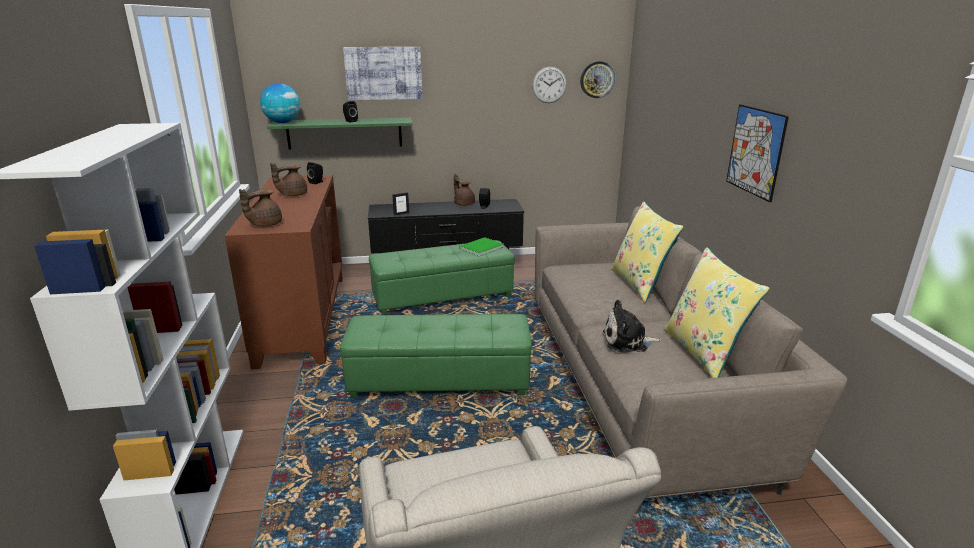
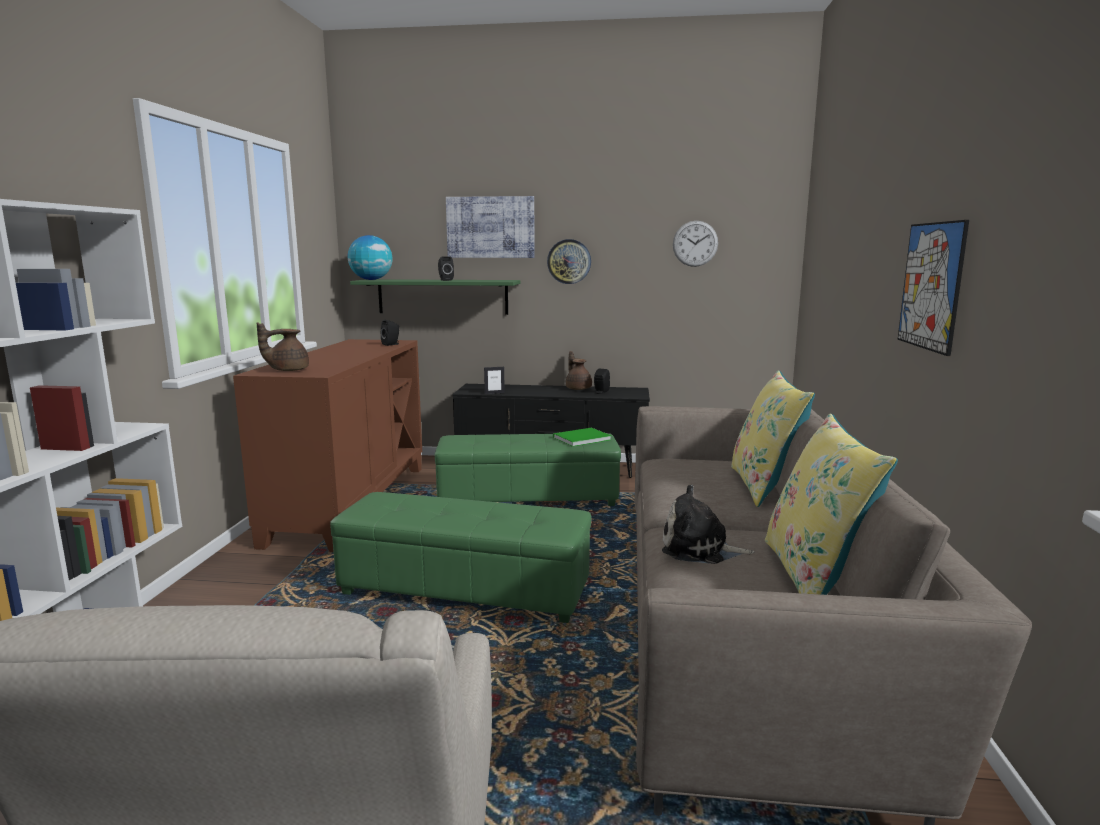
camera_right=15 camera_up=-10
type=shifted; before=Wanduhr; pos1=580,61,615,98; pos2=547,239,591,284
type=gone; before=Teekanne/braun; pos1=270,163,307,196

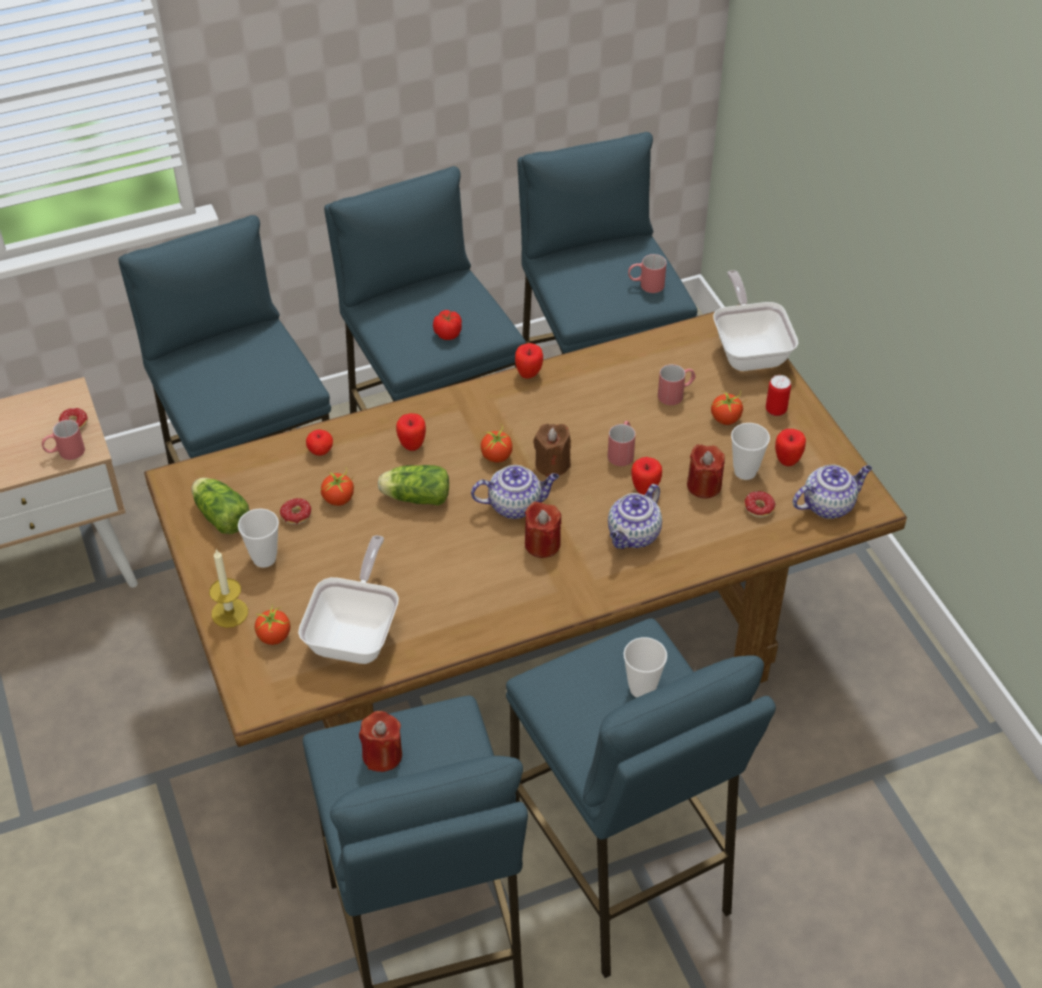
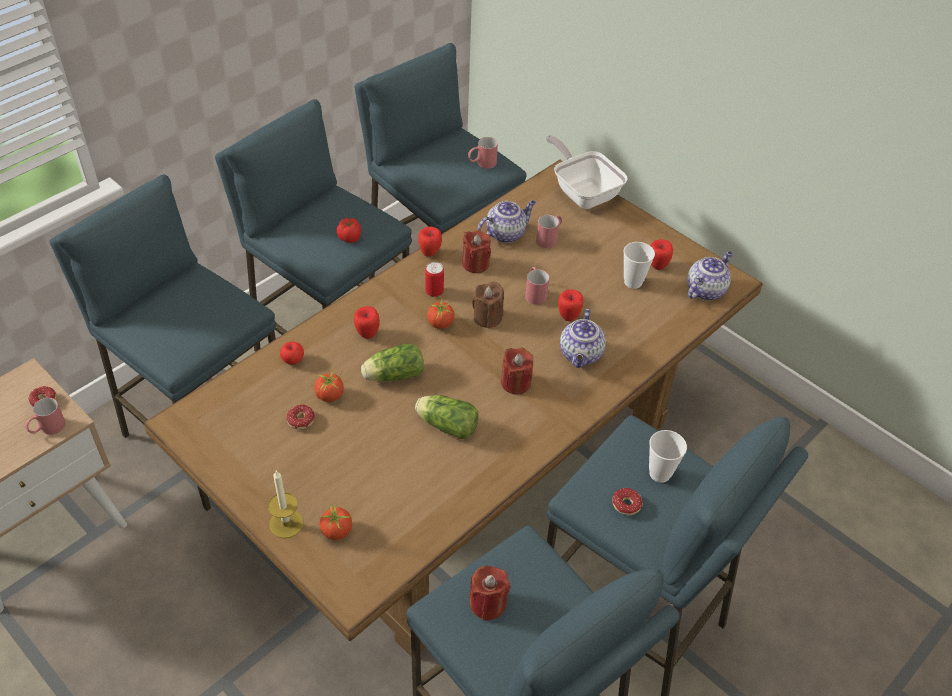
camera_right=-25 camera_up=0
type=shifted; before=Dose; pos1=766,375,791,416; pos2=425,262,444,297
type=gone; before=Tomate; pos1=711,390,746,425
type=shifted; before=Kerze/rot; pos1=687,444,725,499; pos2=462,230,491,273
type=shifted; before=Teekanne; pos1=471,465,559,519; pos2=477,201,536,243
type=shifted; before=Salatkopf; pos1=192,478,250,534; pos2=415,395,478,439
type=shifted; before=Donut; pos1=744,491,776,518; pos2=612,488,643,515
type=gone; before=Tasse; pos1=238,509,279,568
type=gone; before=Pfanne; pos1=298,535,399,664

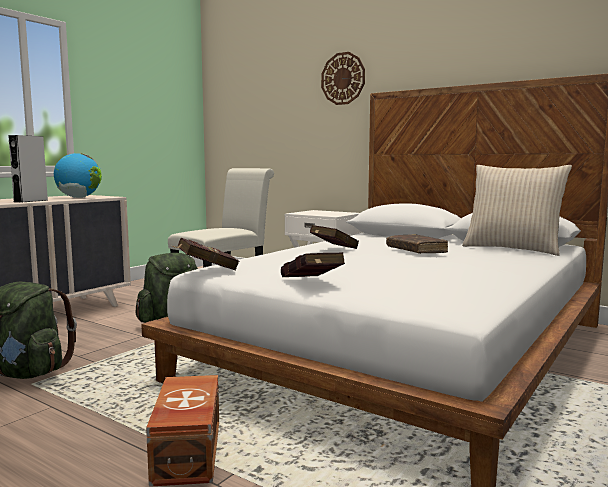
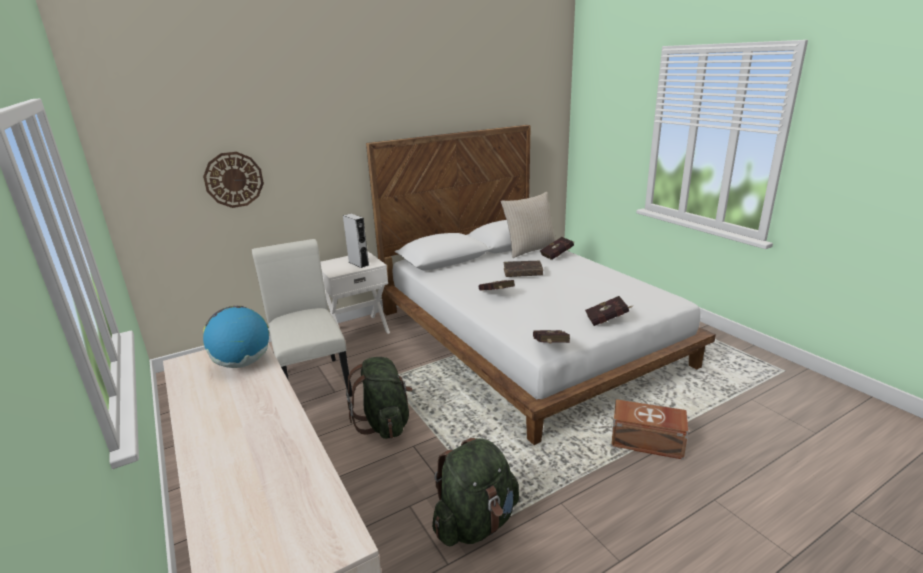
camera_right=-65 camera_up=15
type=shifted; before=Wanduhr; pos1=321,52,365,105; pos2=203,152,264,208
type=shifted; before=Lautsprecher/grau; pos1=8,135,48,202; pos2=343,214,369,268
type=new; after=Buch/rot; pos2=540,237,575,260

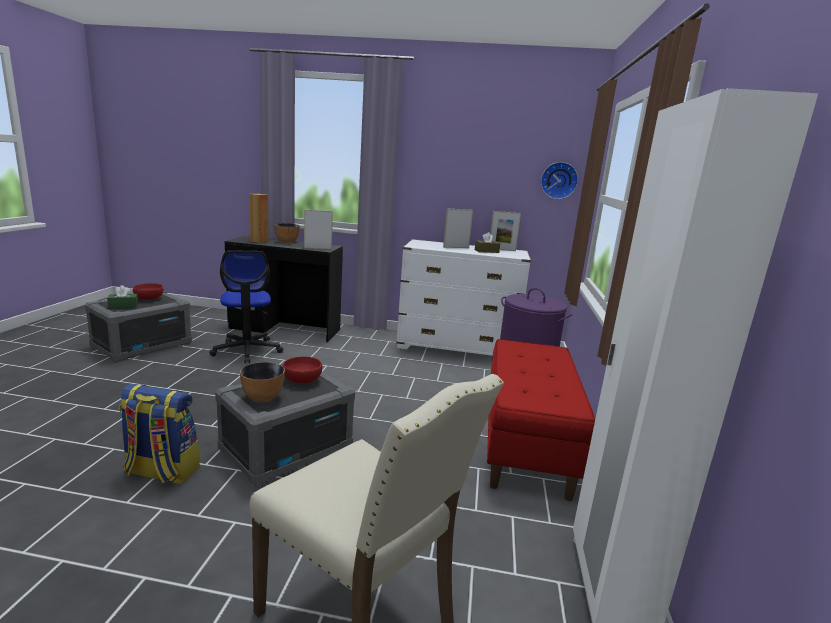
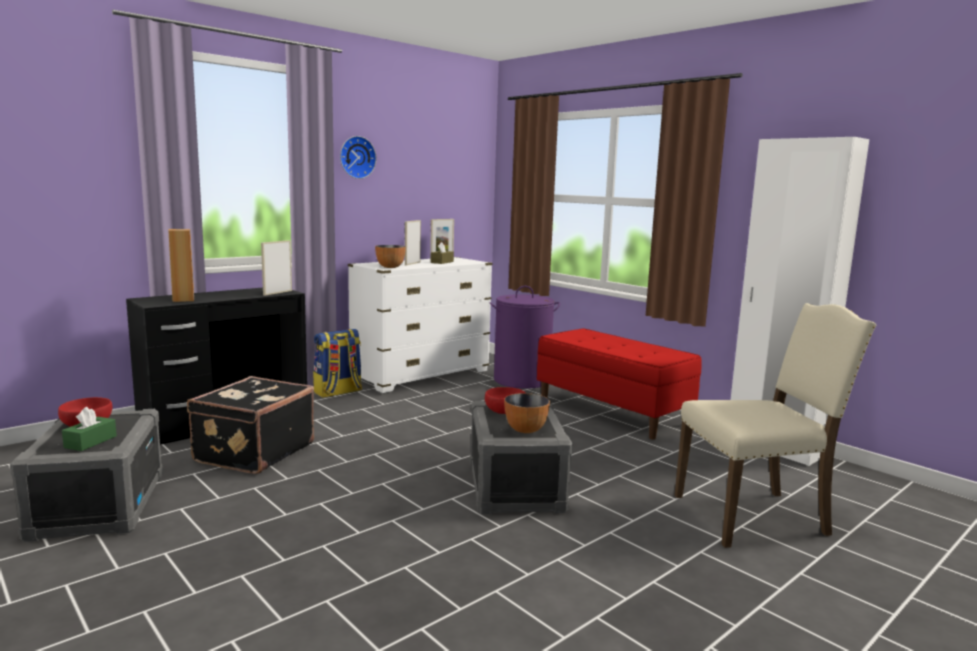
camera_right=-50 camera_up=-5
type=shifted; before=Wanduhr; pos1=541,162,578,199; pos2=340,136,377,179
type=shifted; before=Schüssel; pos1=275,223,300,243; pos2=375,245,406,268
type=swapped; before=Bürostuhl; after=Koffer/schwarz; pos1=209,250,283,363; pos2=187,376,314,474
type=shifted; before=Rucksack; pos1=119,384,199,485; pos2=313,329,362,398

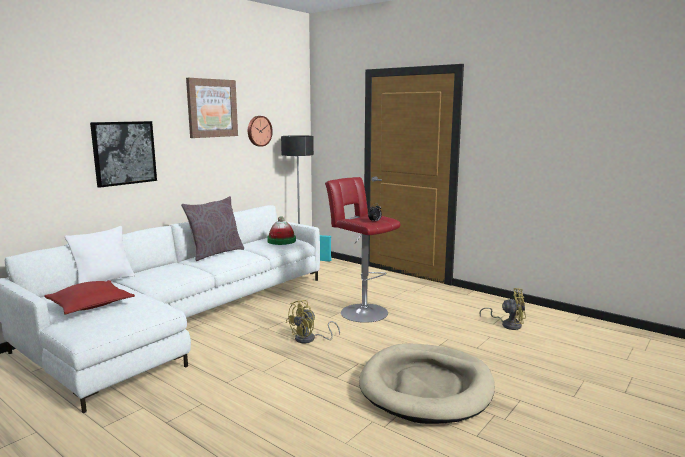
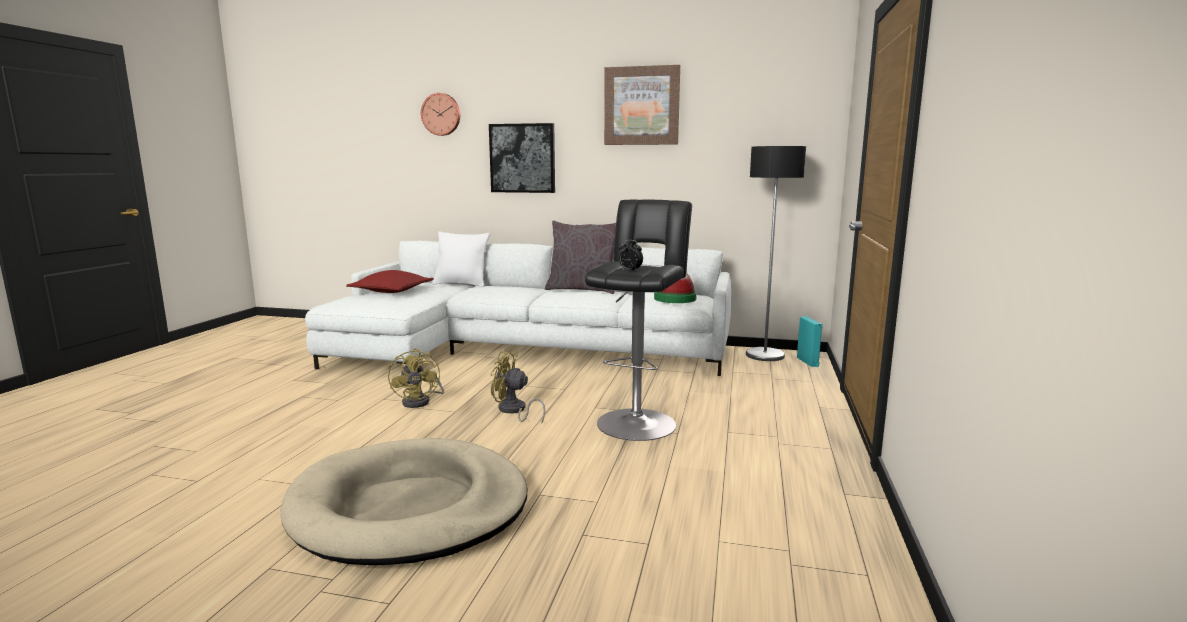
camera_right=65 camera_up=0
type=shifted; before=Wanduhr; pos1=248,116,273,147; pos2=421,93,460,136
type=repainted; before=Hocker/rot; after=Hocker/schwarz; pos1=325,177,400,323; pos2=585,200,692,441
type=shifted; before=Ventilator/gelb; pos1=479,288,526,330; pos2=388,349,444,408

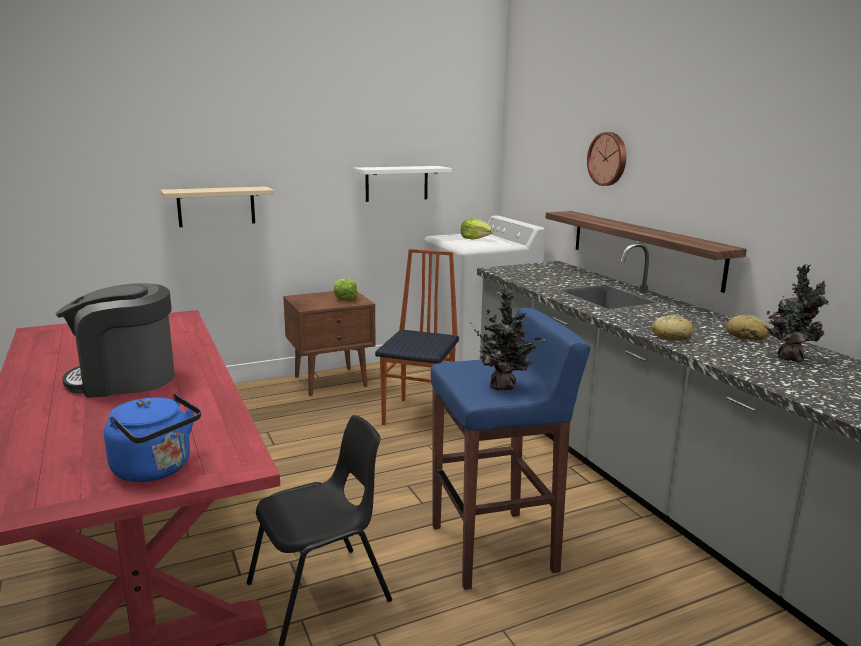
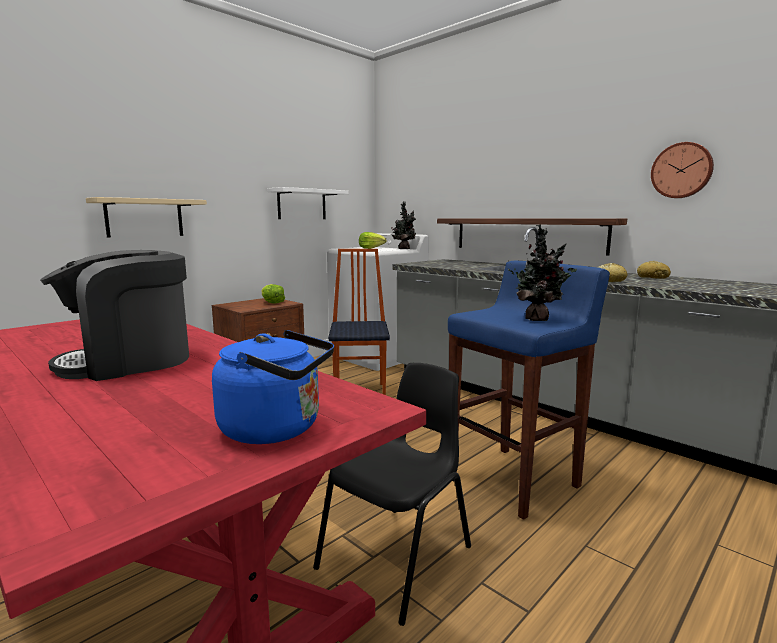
camera_right=-20 camera_up=-5
type=shifted; before=Wanduhr; pos1=587,132,626,186; pos2=651,142,714,198
type=shifted; before=Topfpflanze; pos1=764,264,829,362; pos2=391,201,416,249

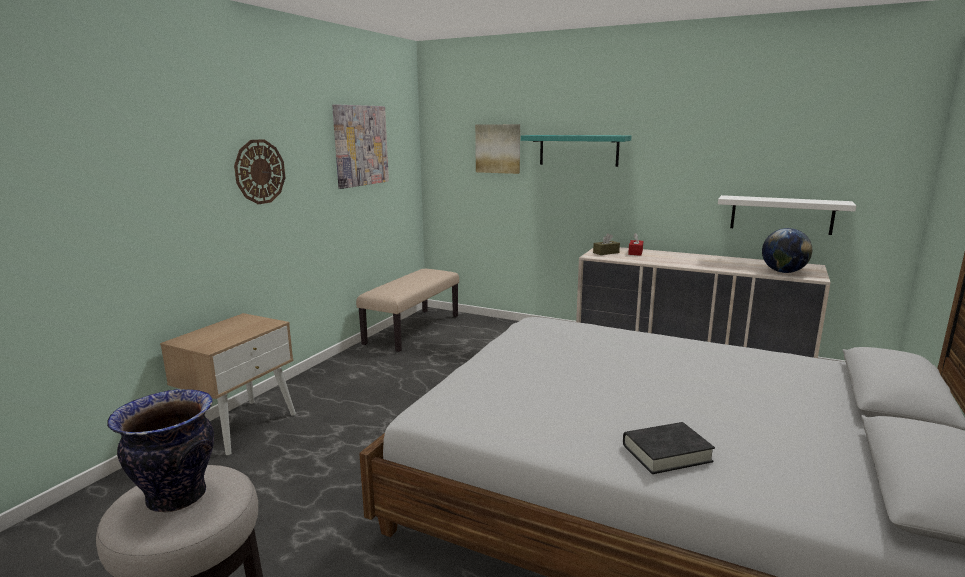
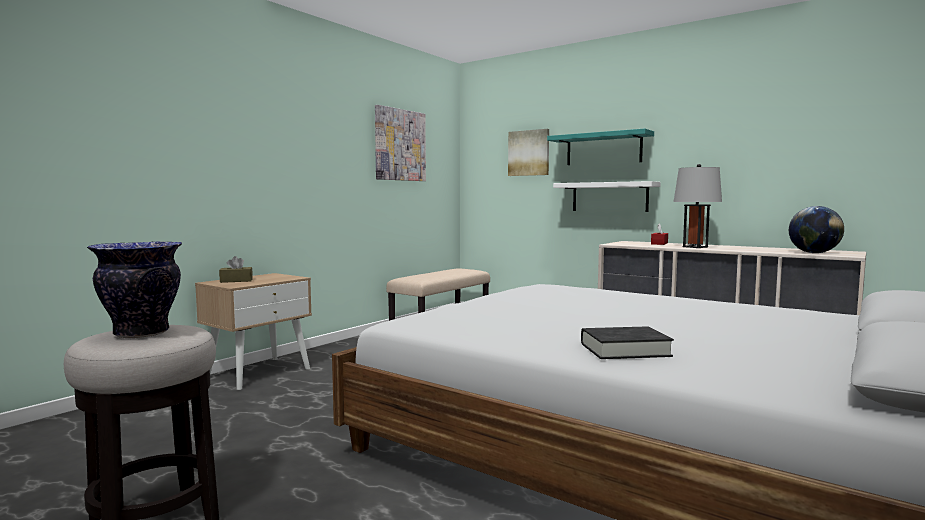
camera_right=10 camera_up=-10
type=gone; before=Wanduhr; pos1=234,139,285,204
type=shifted; before=Wandregal/weiß; pos1=718,195,856,235; pos2=553,181,661,212
type=shifted; before=Taschentuchbox/braun; pos1=593,233,620,255; pos2=219,256,253,283
type=new; after=Tischlampe/grau; pos2=674,164,722,248

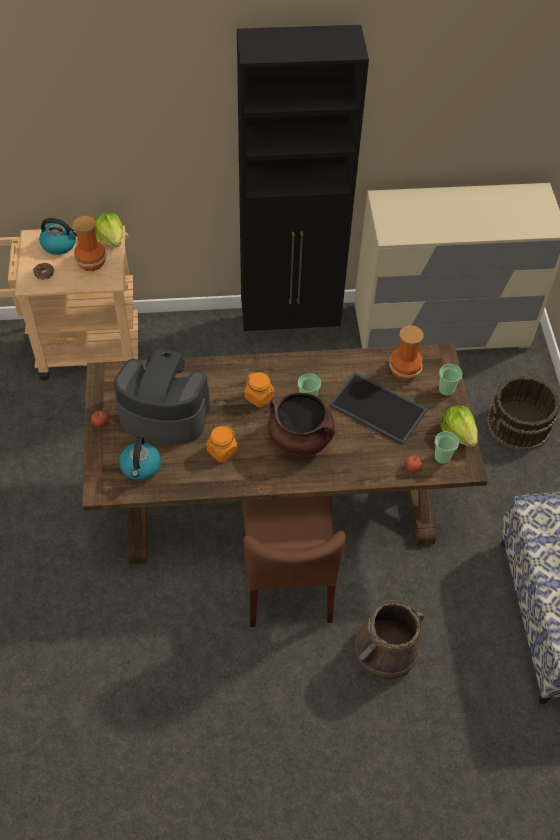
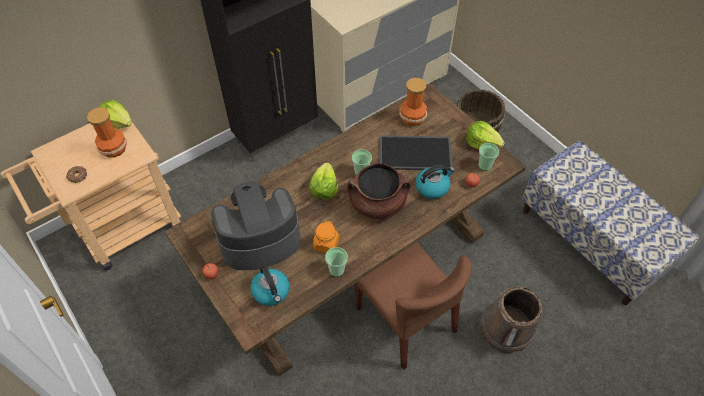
camera_right=-30 camera_up=0
type=shifted; before=Wasserkessel; pos1=39,218,77,255; pos2=415,165,455,199
type=shifted; before=Tasse; pos1=439,364,462,396; pos2=325,247,348,277
type=swapped; before=Vorratsglas/orange; after=Salatkopf; pos1=245,372,274,407; pos2=309,162,338,199

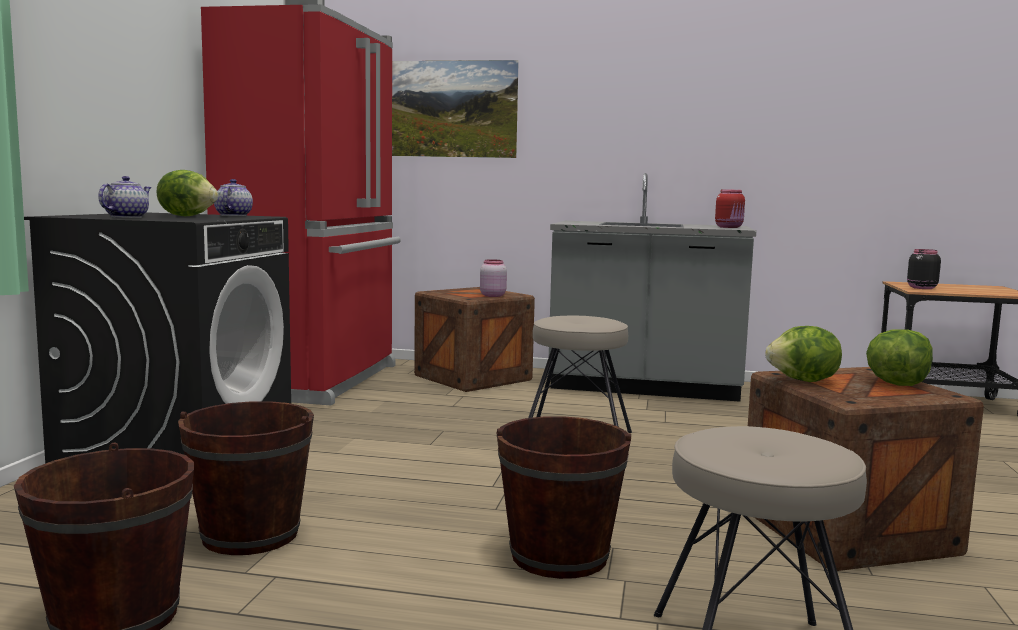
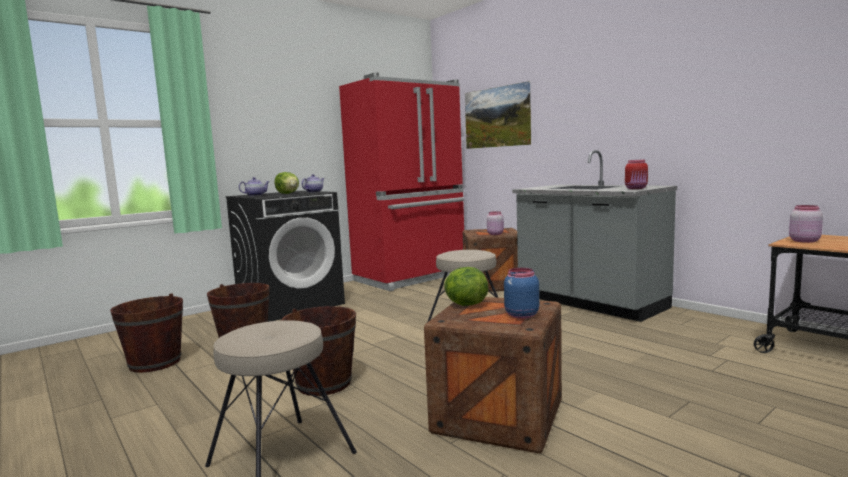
camera_right=40 camera_up=0
type=repainted; before=Vorratsglas/schwarz; after=Vorratsglas/rosa; pos1=907,249,941,289; pos2=789,205,823,243
type=swapped; before=Salatkopf; after=Vorratsglas/blau; pos1=866,329,933,386; pos2=504,268,539,319

